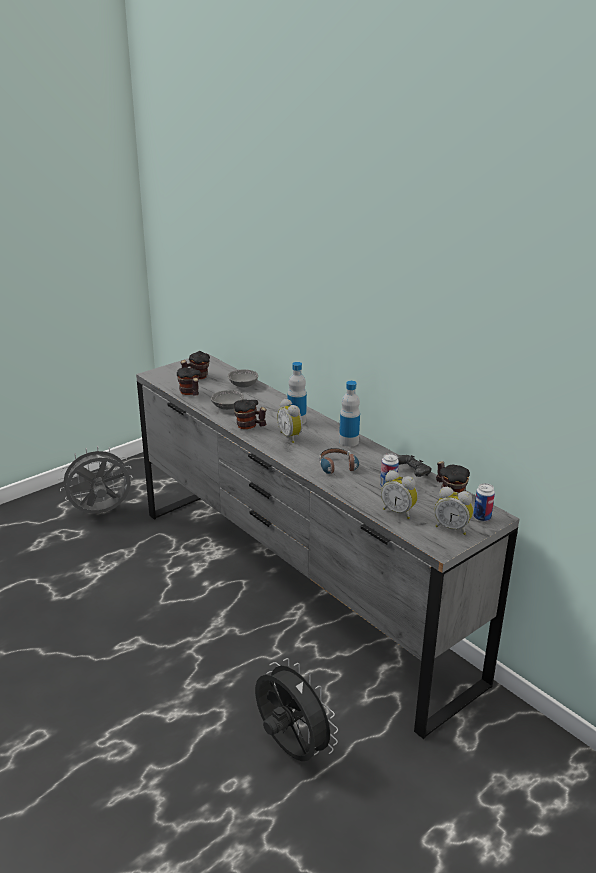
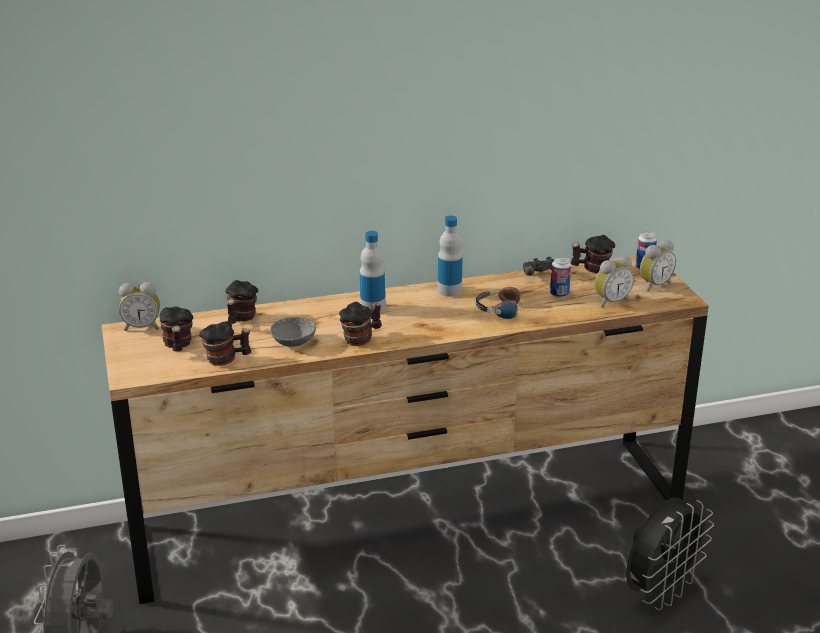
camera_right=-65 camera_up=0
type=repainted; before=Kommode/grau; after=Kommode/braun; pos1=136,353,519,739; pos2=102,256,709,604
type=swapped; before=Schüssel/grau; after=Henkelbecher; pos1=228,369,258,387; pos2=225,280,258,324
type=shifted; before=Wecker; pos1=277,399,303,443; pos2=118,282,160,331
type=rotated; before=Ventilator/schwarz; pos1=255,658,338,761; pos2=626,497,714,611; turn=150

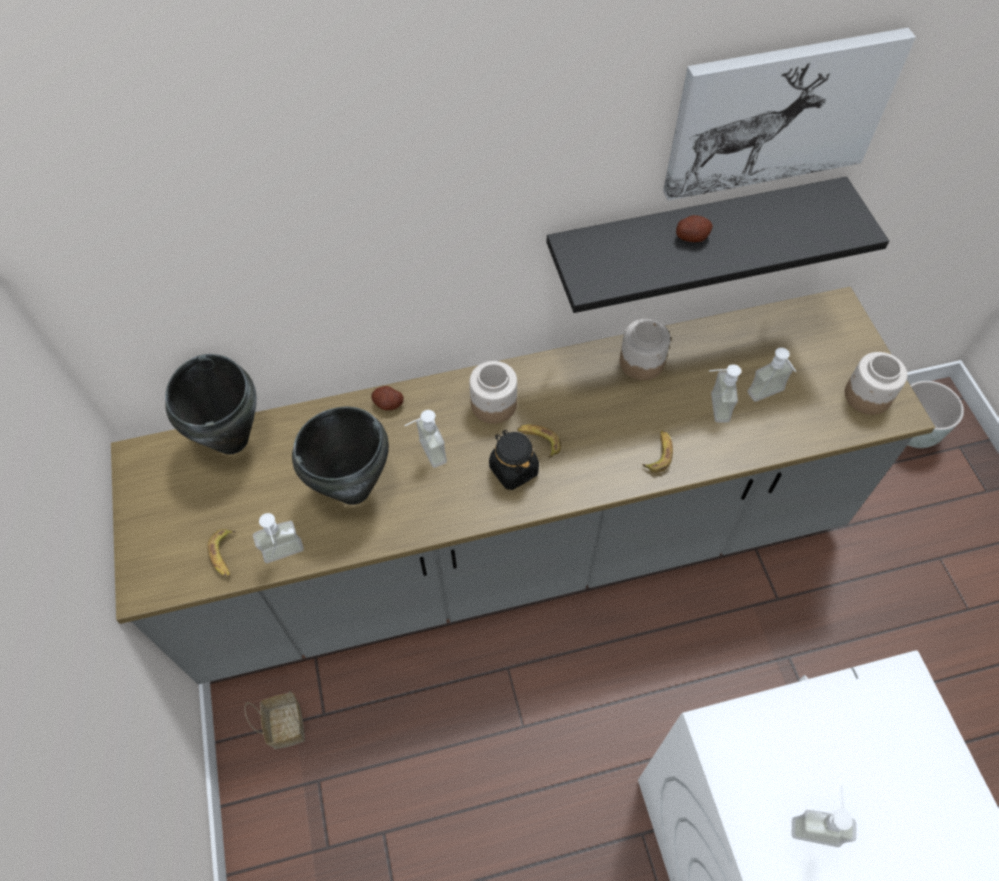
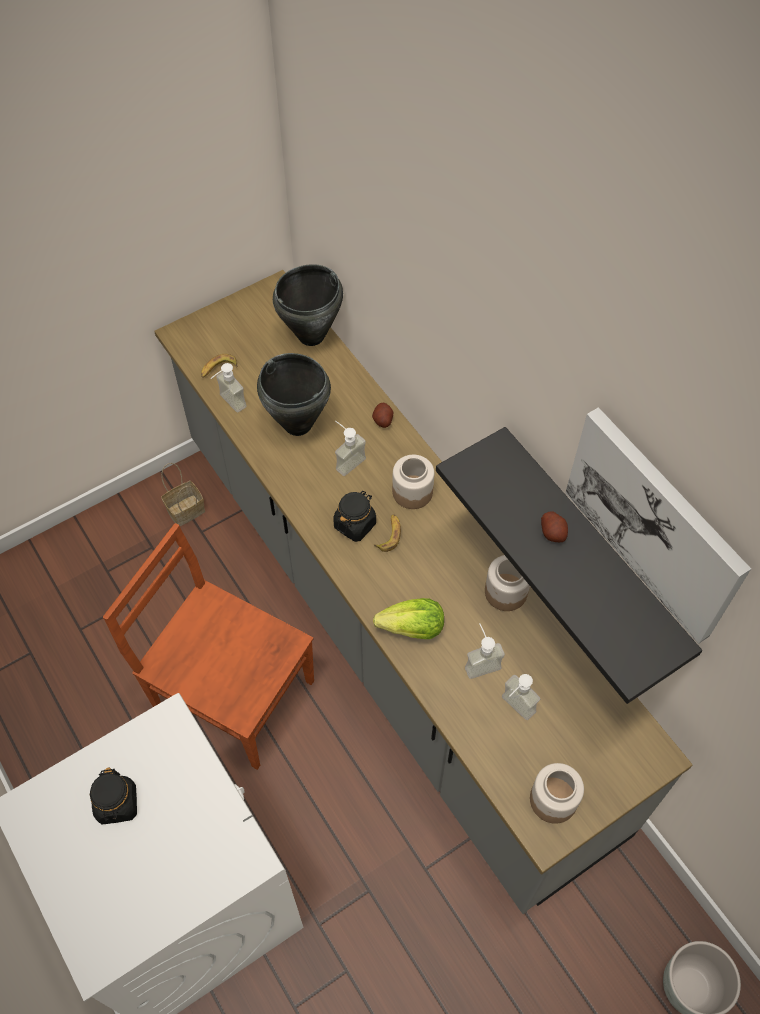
camera_right=70 camera_up=0
type=swapped; before=Banane; after=Salatkopf; pos1=642,431,673,473; pos2=373,598,444,639
type=swapped; before=Seifenspender; after=Vorratsglas/schwarz; pos1=792,785,856,847; pos2=90,767,137,825
type=new; after=Stuhl/braun; pos2=103,523,314,770

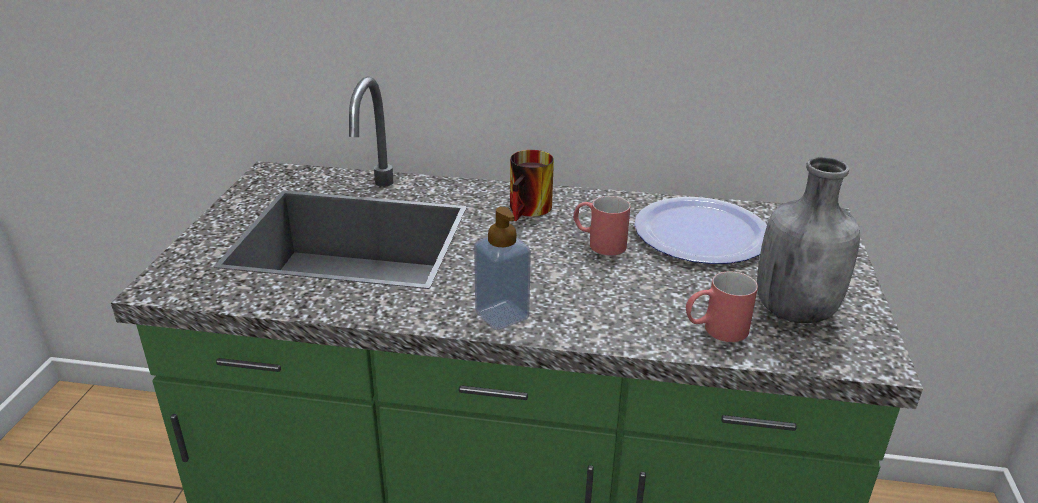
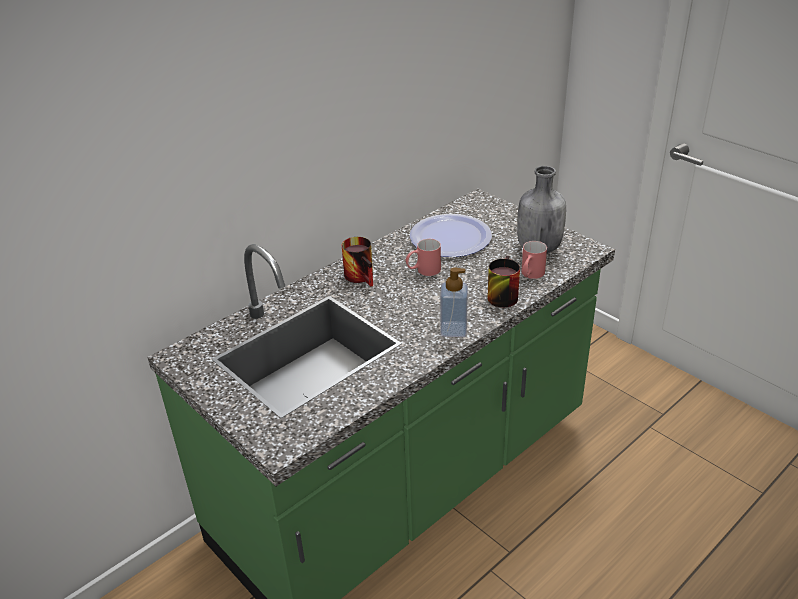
camera_right=-50 camera_up=5
type=new; after=Henkelbecher; pos2=488,256,520,308

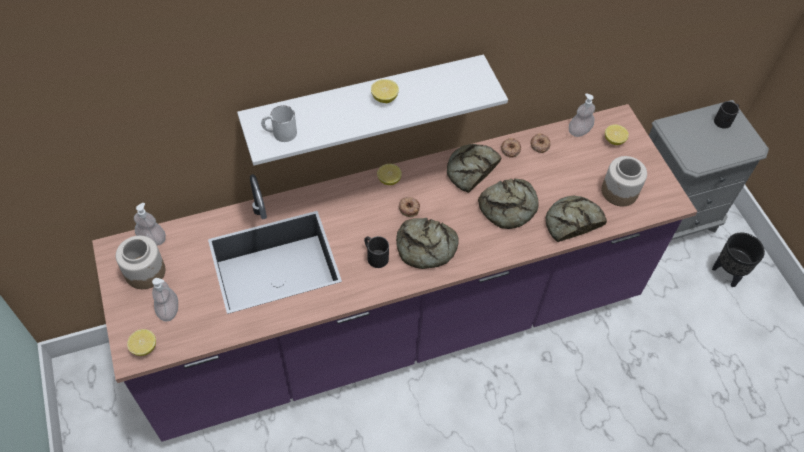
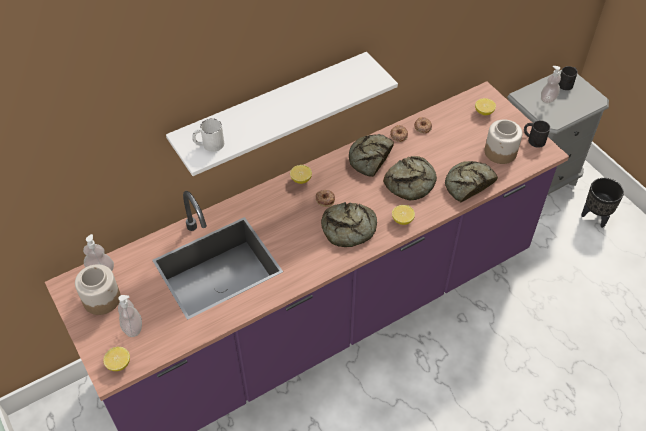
camera_right=-10 camera_up=-5
type=shifted; before=Zitrone; pos1=371,79,399,103; pos2=392,205,415,225
type=shifted; before=Seifenspender; pos1=569,93,595,137; pos2=541,66,561,103
type=shifted; before=Henkelbecher/schwarz; pos1=364,236,389,268; pos2=524,120,550,148

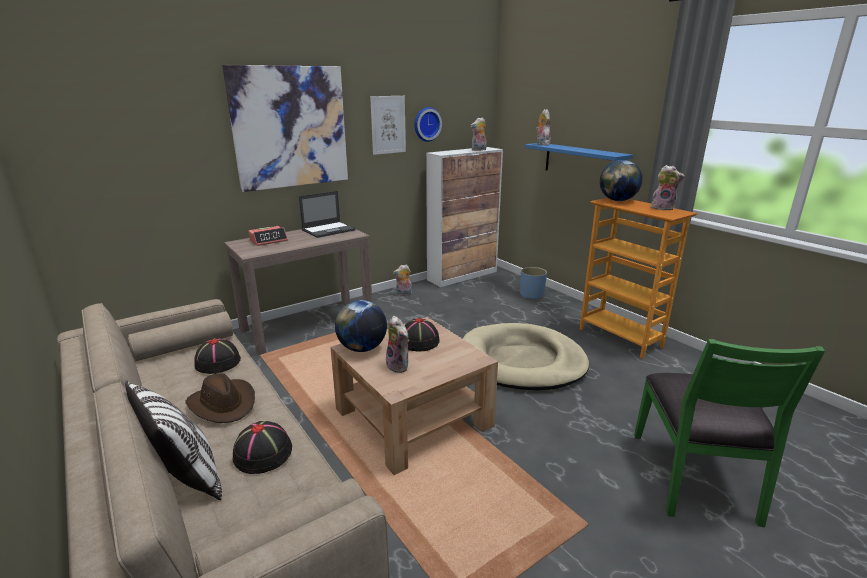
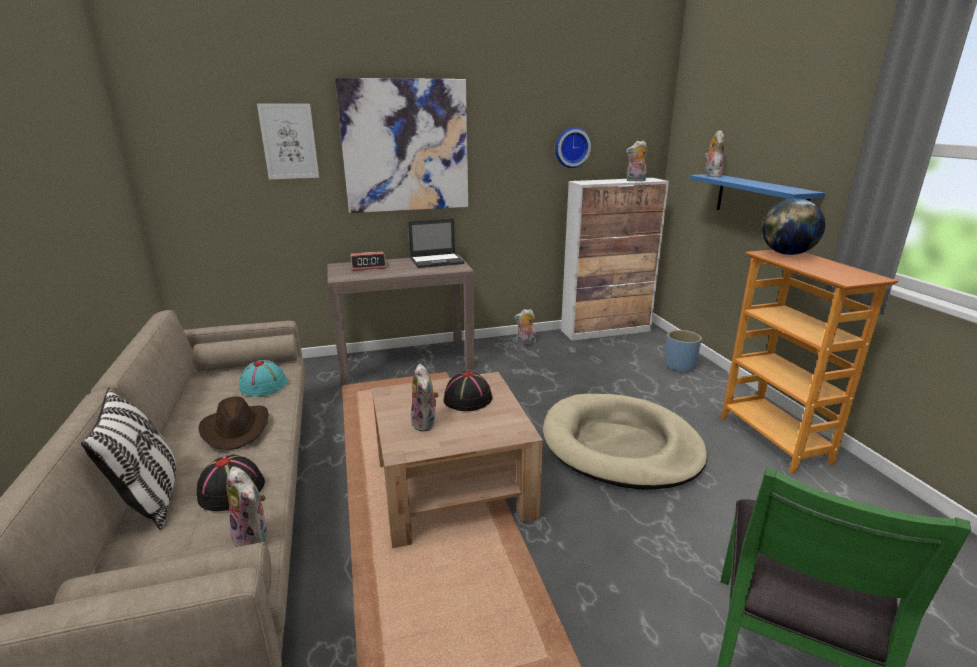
camera_right=20 camera_up=0
type=shifted; before=Bild; pos1=370,96,406,155; pos2=257,104,319,180
type=shifted; before=Plüschtier; pos1=651,165,685,210; pos2=226,466,267,547
type=gone; before=Globus; pos1=335,300,387,352
type=repainted; before=Hut/schwarz; after=Hut/türkis; pos1=194,338,241,374; pos2=239,360,287,397

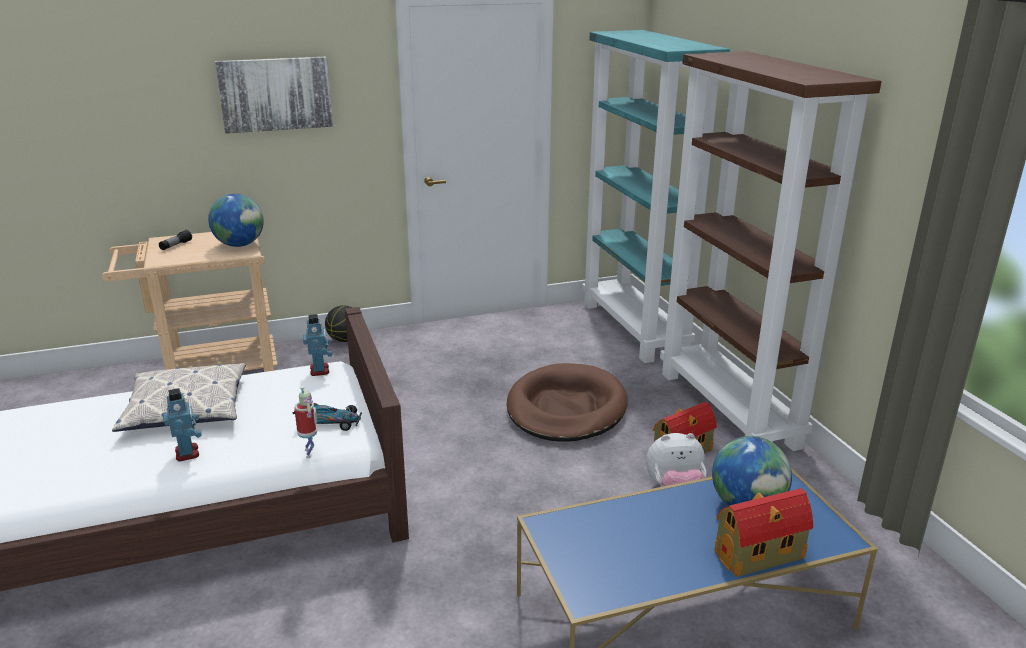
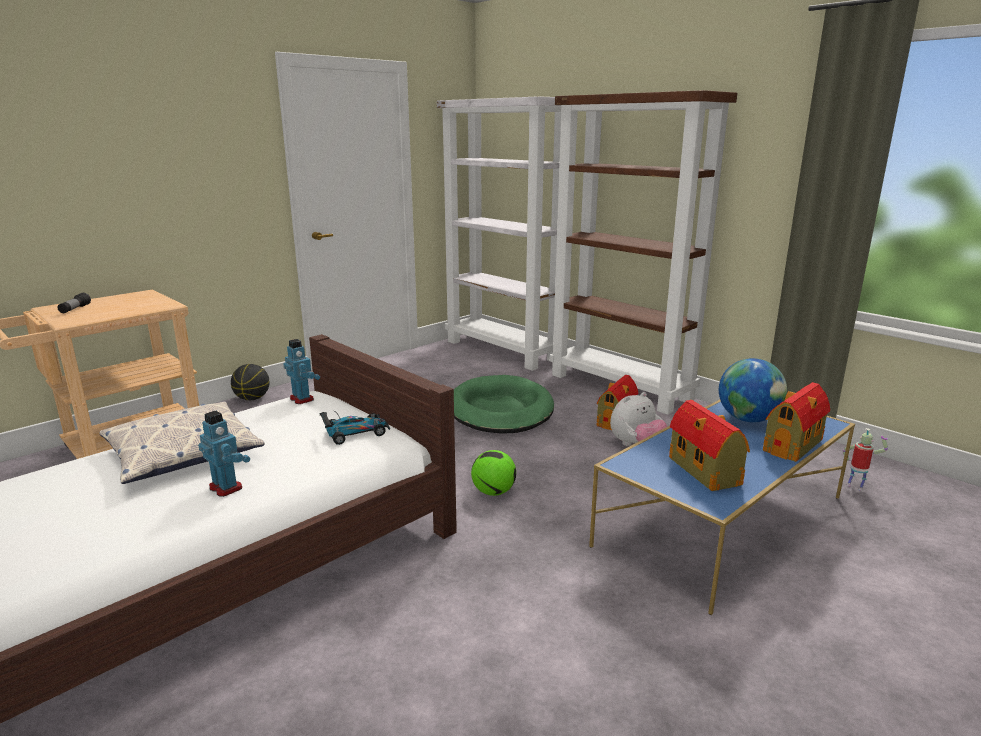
camera_right=-25 camera_up=-5
type=repainted; before=Bücherregal/türkis; after=Bücherregal/weiß; pos1=582,30,730,363; pos2=437,96,561,371
type=gone; before=Bild; pos1=215,57,333,134
type=gone; before=Globus; pos1=208,194,264,247
type=repainted; before=Hundebett/braun; after=Hundebett/grün; pos1=507,363,628,442; pos2=454,375,554,434
type=shifted; before=Spielzeugroboter; pos1=294,385,317,458; pos2=843,428,888,491
type=new; after=Spielzeughaus; pos2=669,400,750,491
type=new; after=Fußball; pos2=471,450,516,496

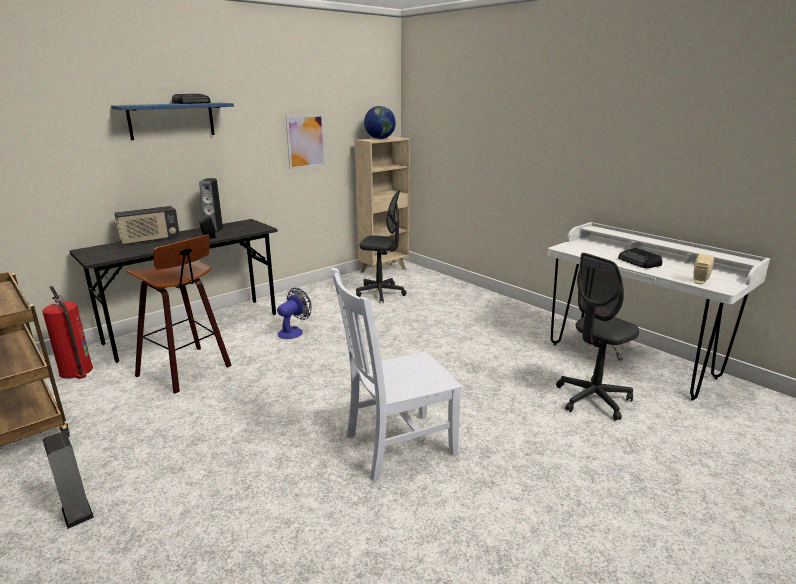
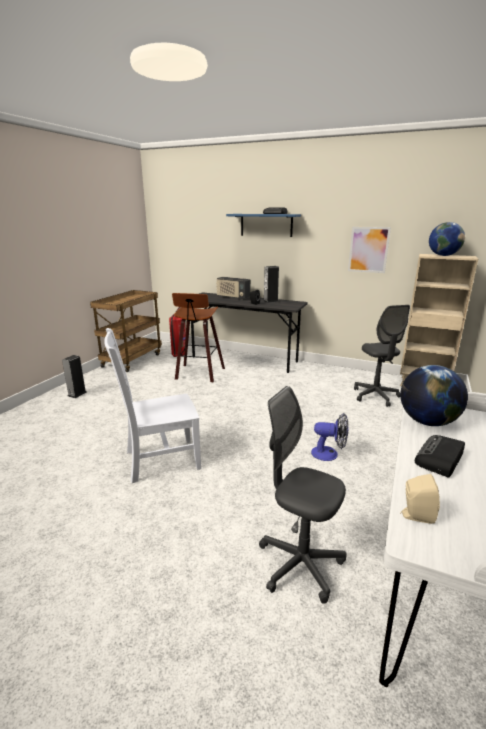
camera_right=65 camera_up=0
type=rotated; before=Stuhl/weiß; pos1=331,268,462,481; pos2=104,328,201,483; turn=-60
type=shifted; before=Ventilator; pos1=277,288,312,339; pos2=311,413,349,461
type=new; after=Globus; pos2=400,365,468,426

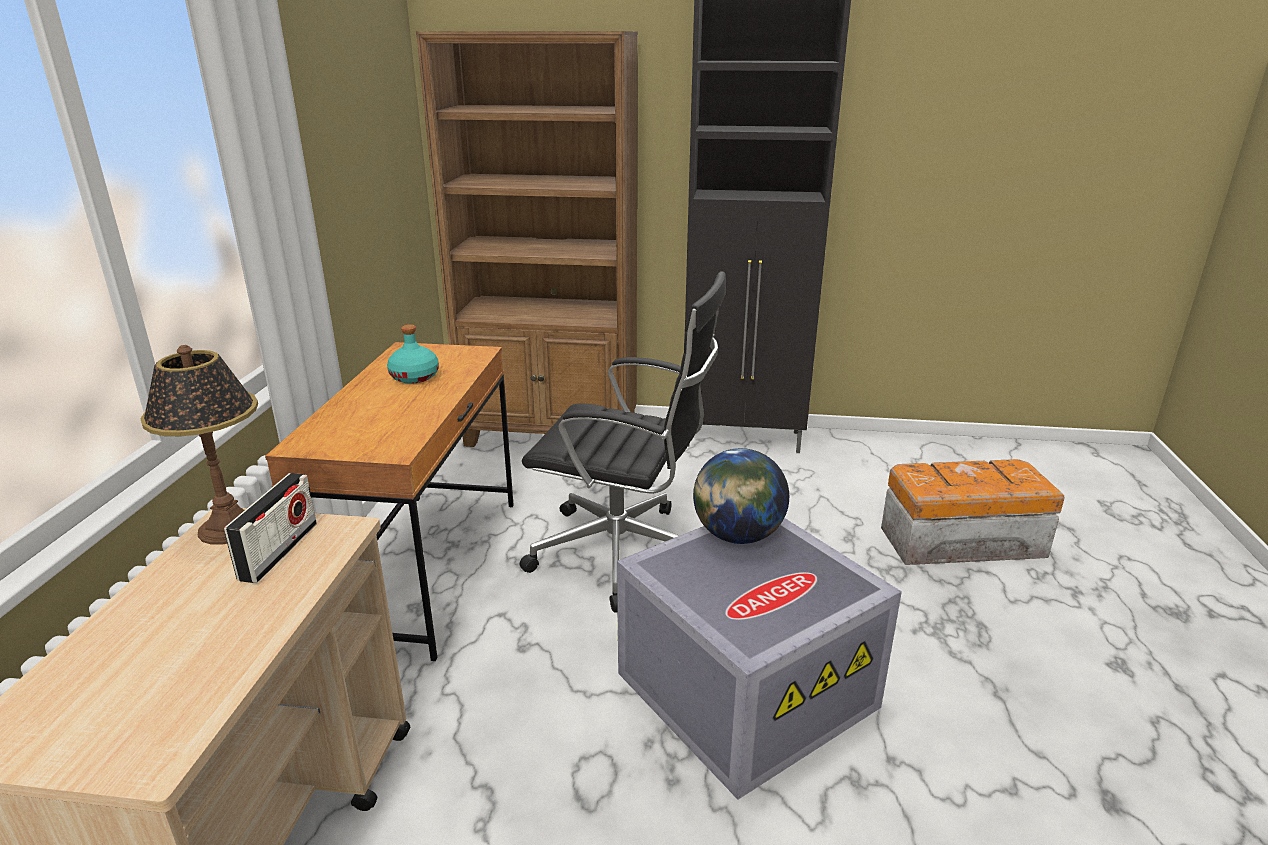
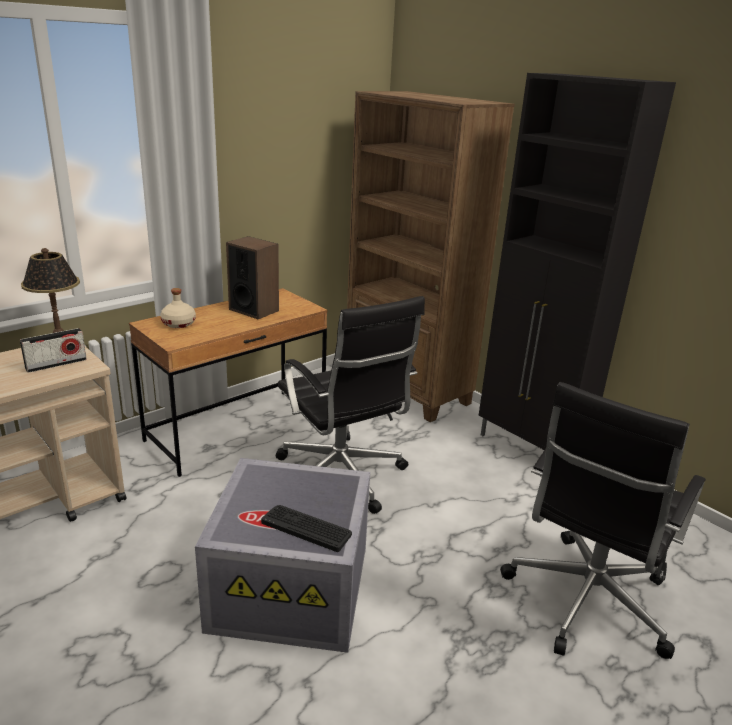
camera_right=40 camera_up=0
type=swapped; before=Flasche/türkis; after=Lautsprecher; pos1=387,324,439,384; pos2=226,236,279,319
type=gone; before=Globus; pos1=693,448,789,544
type=swapped; before=Aufbewahrungsbox; after=Bürostuhl/schwarz; pos1=881,459,1065,565; pos2=500,382,706,659
type=new; after=Flasche/beige; pos2=160,288,196,328
type=new; after=Tastatur; pos2=261,505,352,552

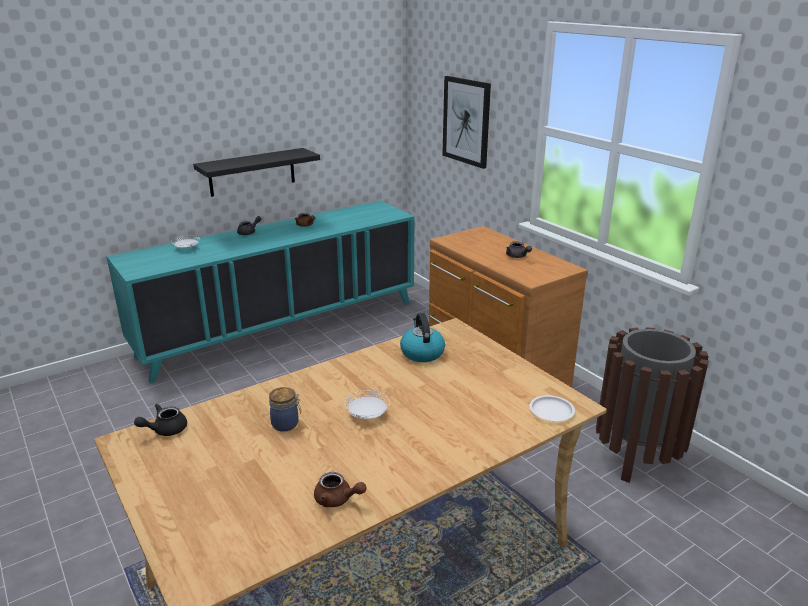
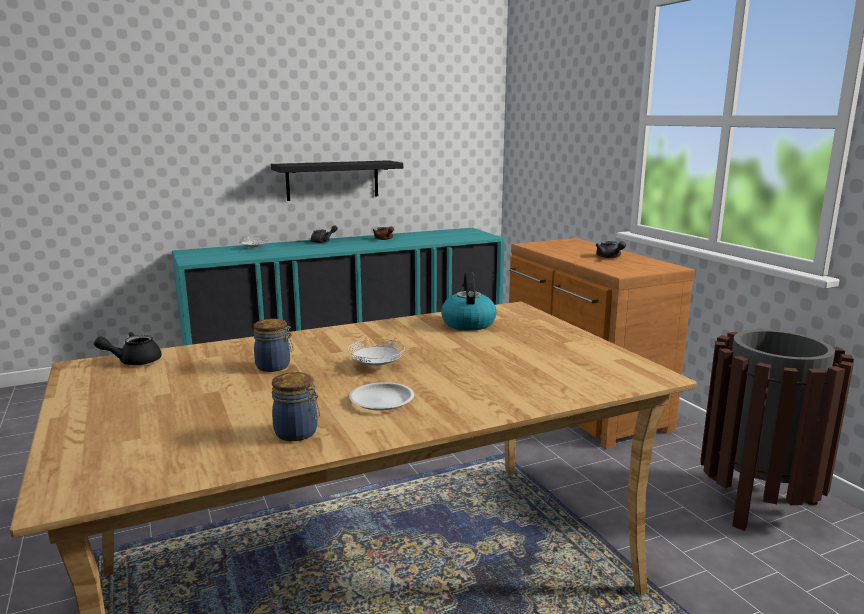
camera_right=10 camera_up=-10
type=gone; before=Bild; pos1=442,76,491,169
type=shifted; before=Teller/weiß; pos1=530,395,575,421; pos2=349,382,414,410
type=swapped; before=Teekanne/braun; after=Vorratsglas; pos1=314,472,366,507; pos2=272,372,320,441

